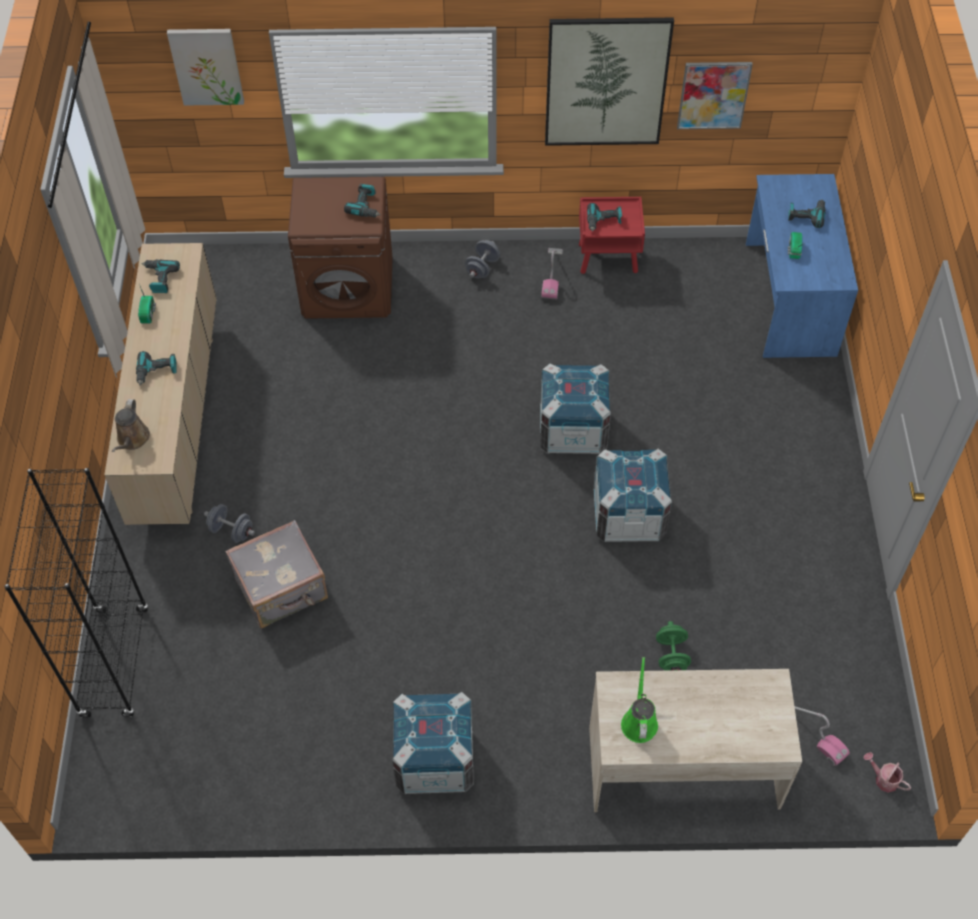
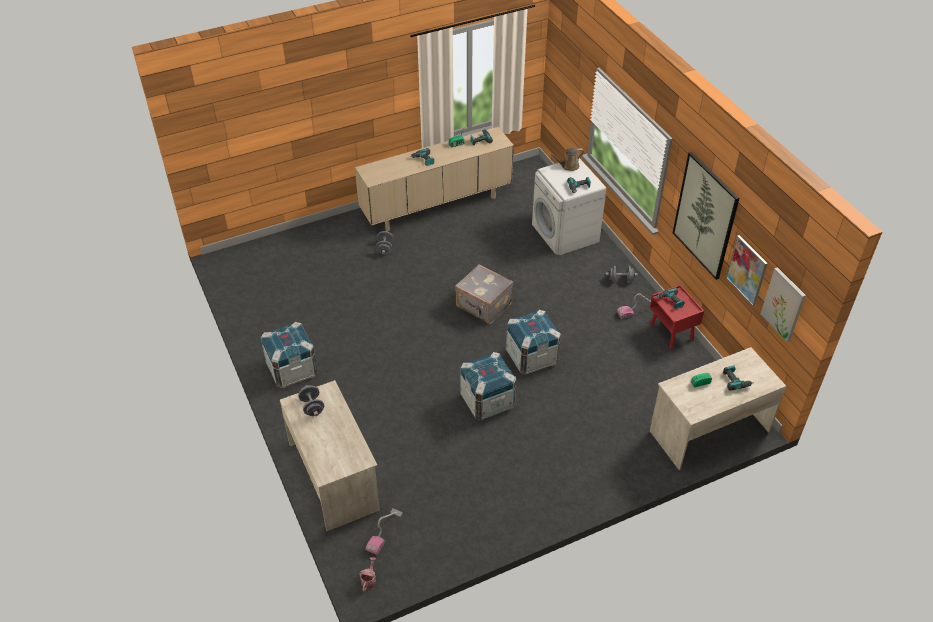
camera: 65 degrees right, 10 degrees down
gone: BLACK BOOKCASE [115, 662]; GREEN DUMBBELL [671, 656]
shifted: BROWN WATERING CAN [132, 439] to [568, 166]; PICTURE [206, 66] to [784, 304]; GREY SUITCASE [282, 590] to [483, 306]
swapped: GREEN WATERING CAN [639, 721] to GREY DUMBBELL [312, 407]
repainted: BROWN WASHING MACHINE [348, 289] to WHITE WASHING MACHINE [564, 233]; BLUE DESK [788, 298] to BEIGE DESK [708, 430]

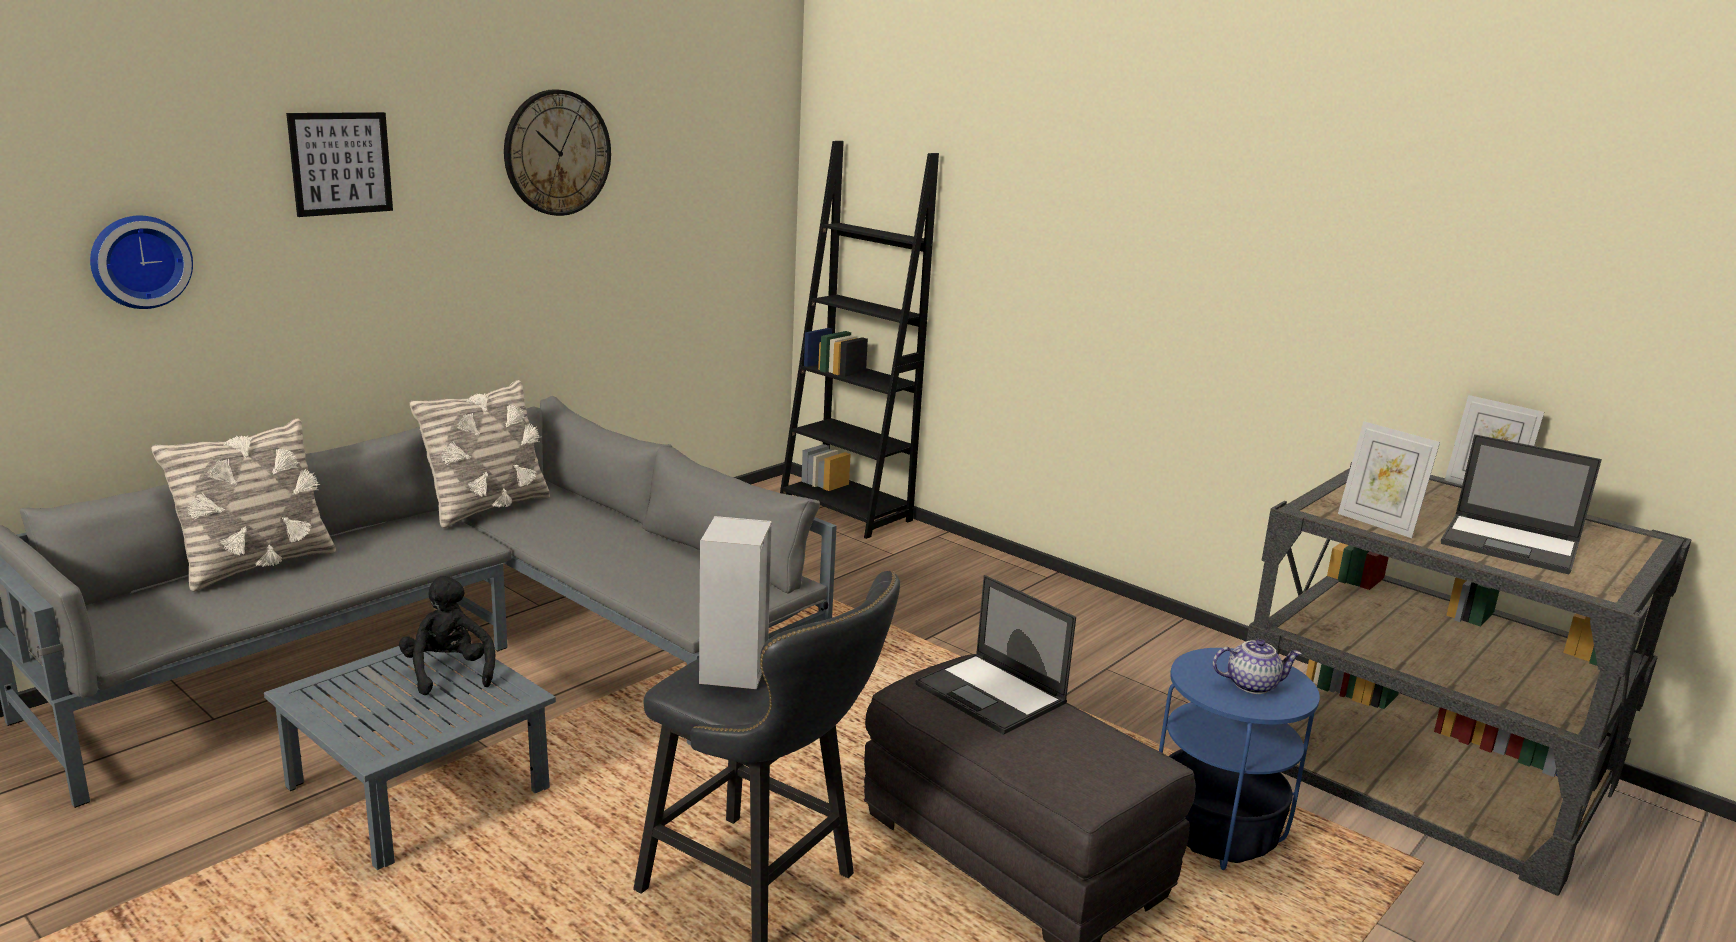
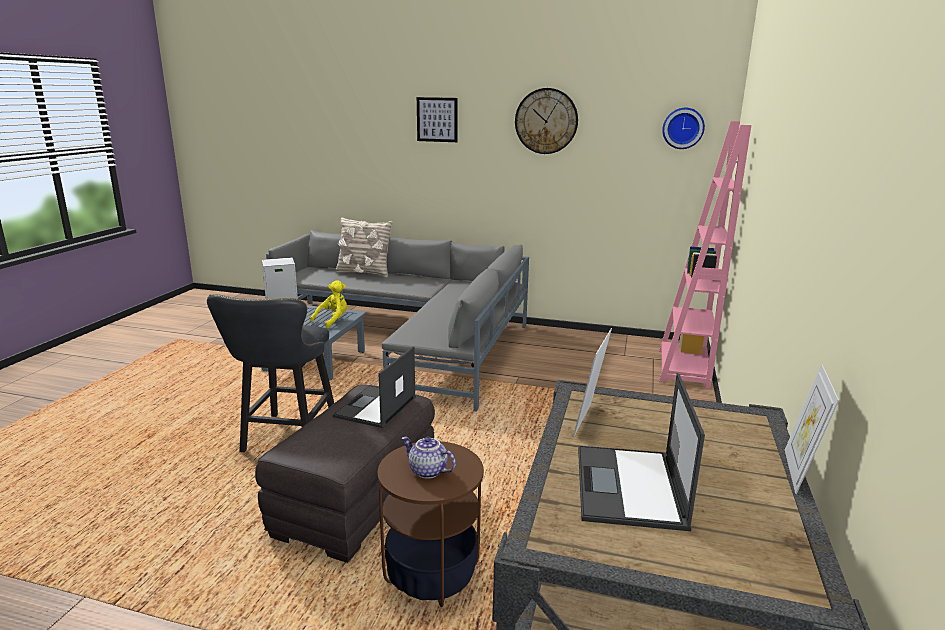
camera: 65 degrees right, 0 degrees up
gone: BEIGE PILLOW [488, 508]
shifted: WALL CLOCK [139, 261] to [683, 128]
repainted: BLACK PLUSH TOY [449, 672] to YELLOW PLUSH TOY [333, 320]; BLACK BOOKCASE [845, 512] to PINK BOOKCASE [683, 368]; BLUE SIDE TABLE [1217, 835] to BROWN SIDE TABLE [432, 576]
rotated: TEAPOT [1252, 685] = [427, 471] 150 degrees clockwise

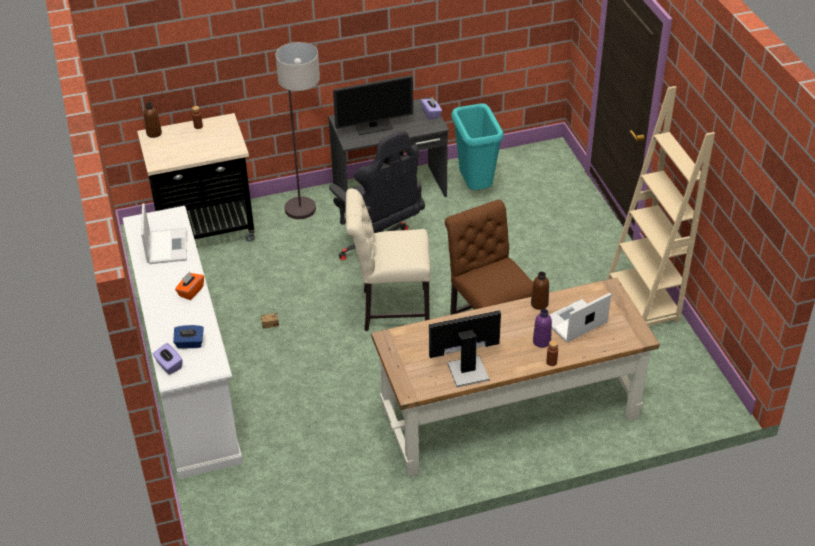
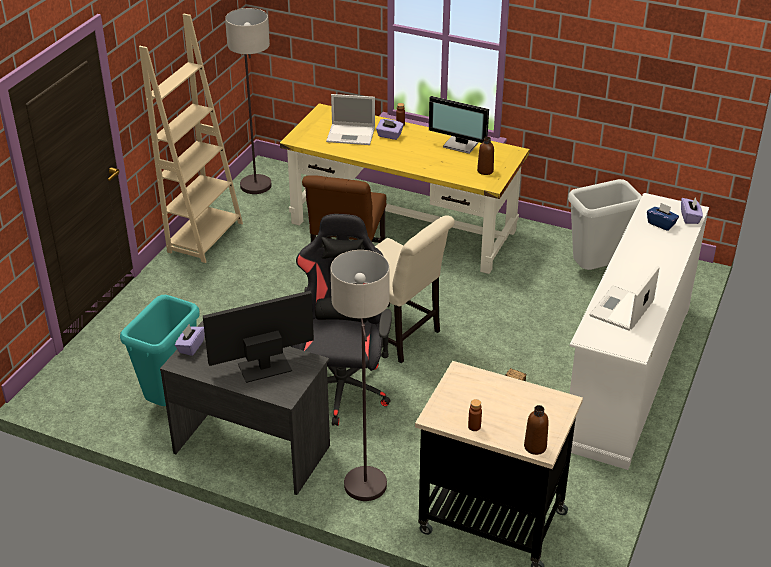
camera: 140 degrees left, 5 degrees down
gone: ORANGE TISSUE BOX [190, 291]
new: GREY FLOOR LAMP [258, 190]; GREY TRASH CAN [595, 271]
shifted: BROWN BOTTLE [539, 304] to [485, 171]
swapped: PURPLE BOTTLE [541, 341] to PURPLE TISSUE BOX [389, 136]
repainted: BROWN DESK [509, 414] to YELLOW DESK [404, 227]
rotated: MONITOR [373, 126] = [264, 367] 45 degrees counterclockwise

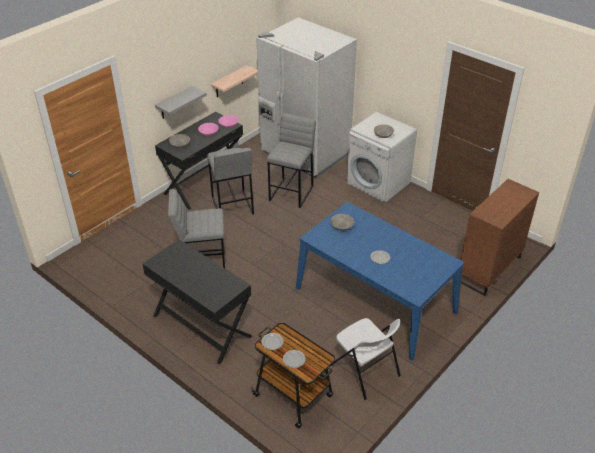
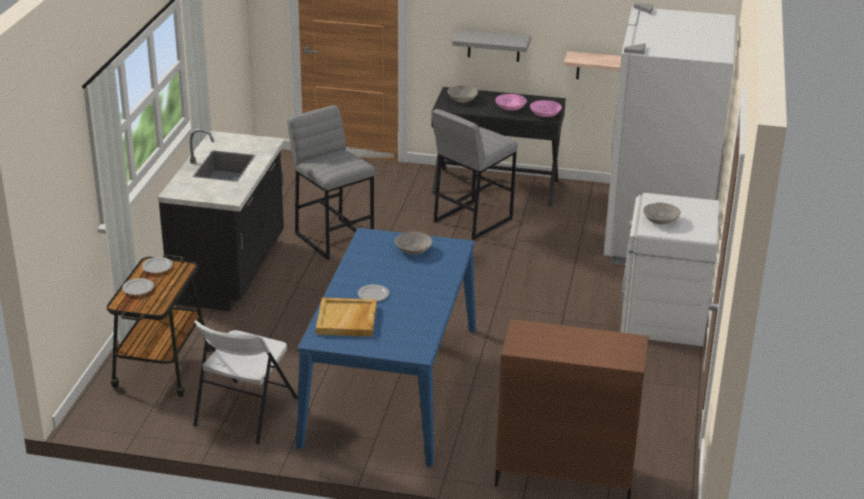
camera: 60 degrees right, 10 degrees down
gone: GREY STOOL [291, 192]
new: BEIGE TRAY [347, 320]
swapped: BLACK DESK [201, 326] to BLACK COUNTER [231, 270]

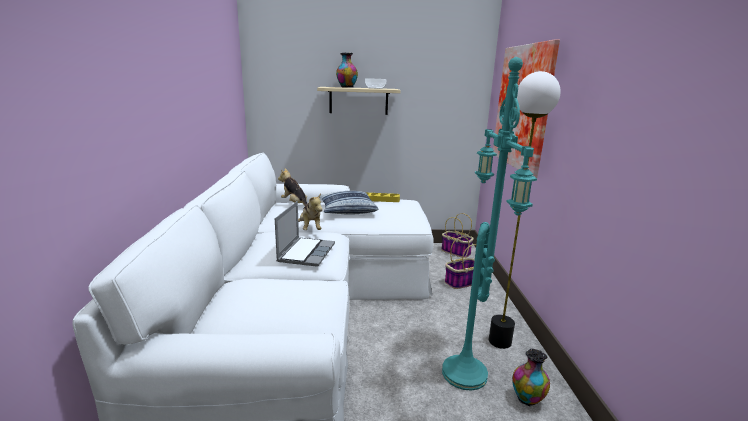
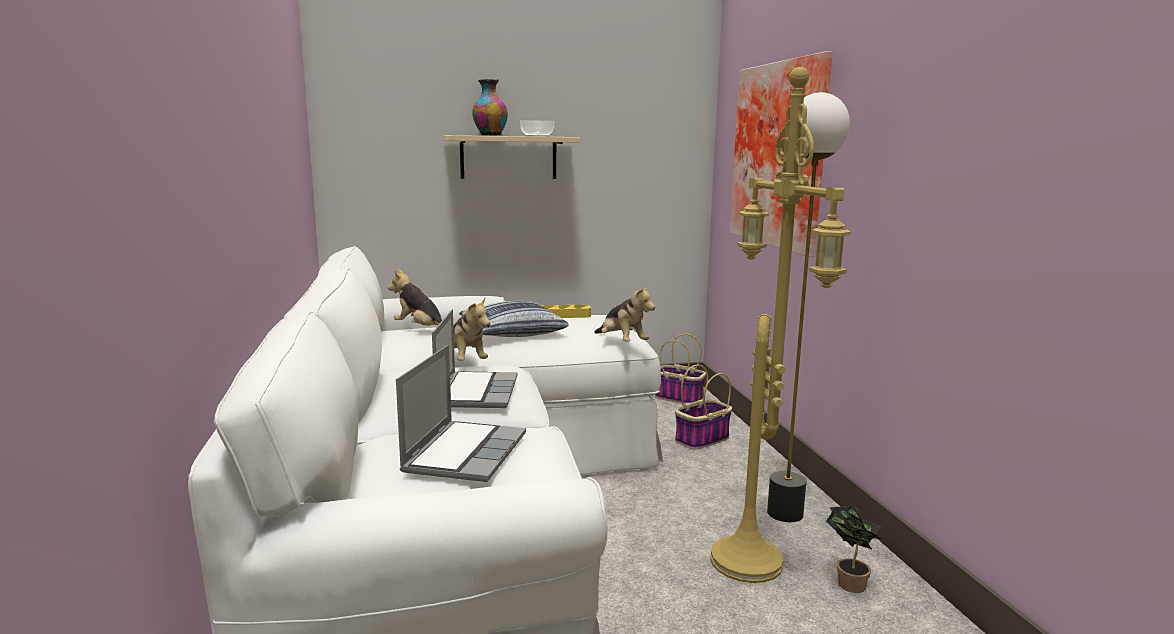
camera: 10 degrees left, 5 degrees down
new: LAPTOP [465, 452]; PLUSH TOY [622, 342]
swapped: VASE [527, 398] to POTTED PLANT [848, 582]
repainted: TURQUOISE FLOOR LAMP [468, 375] to YELLOW FLOOR LAMP [752, 563]

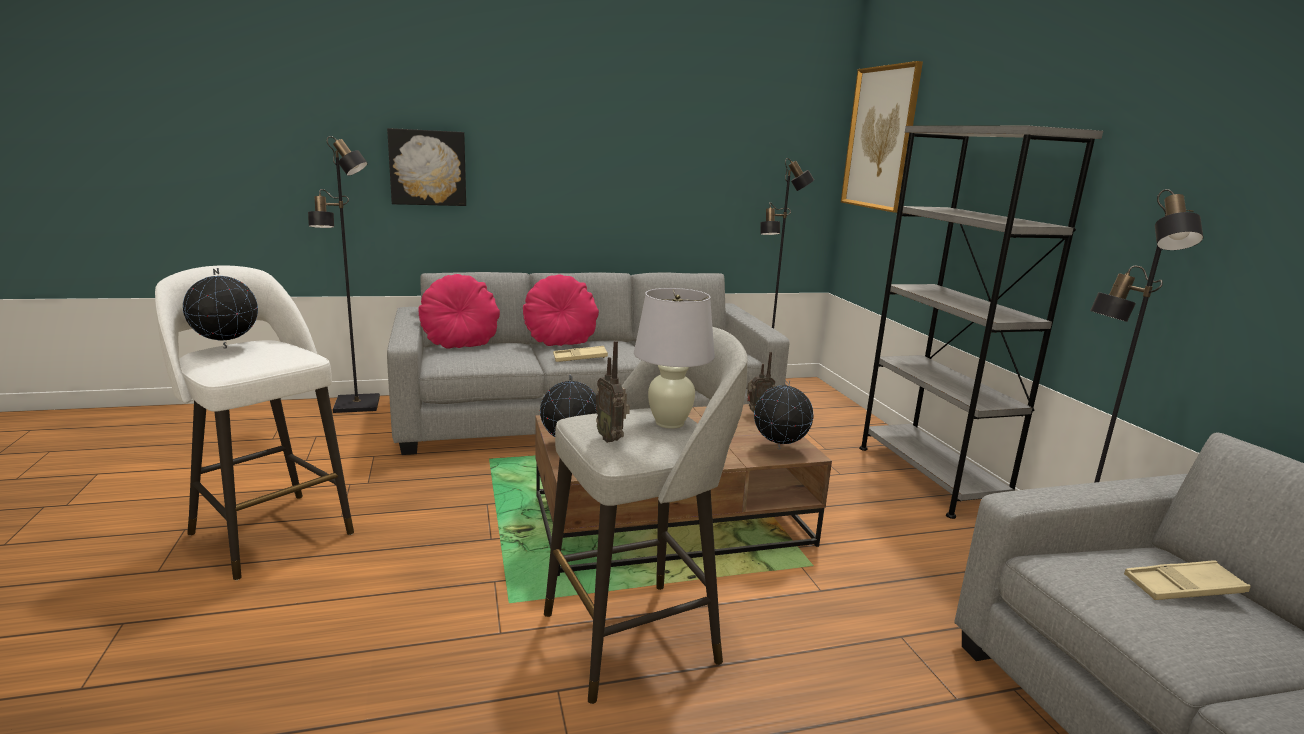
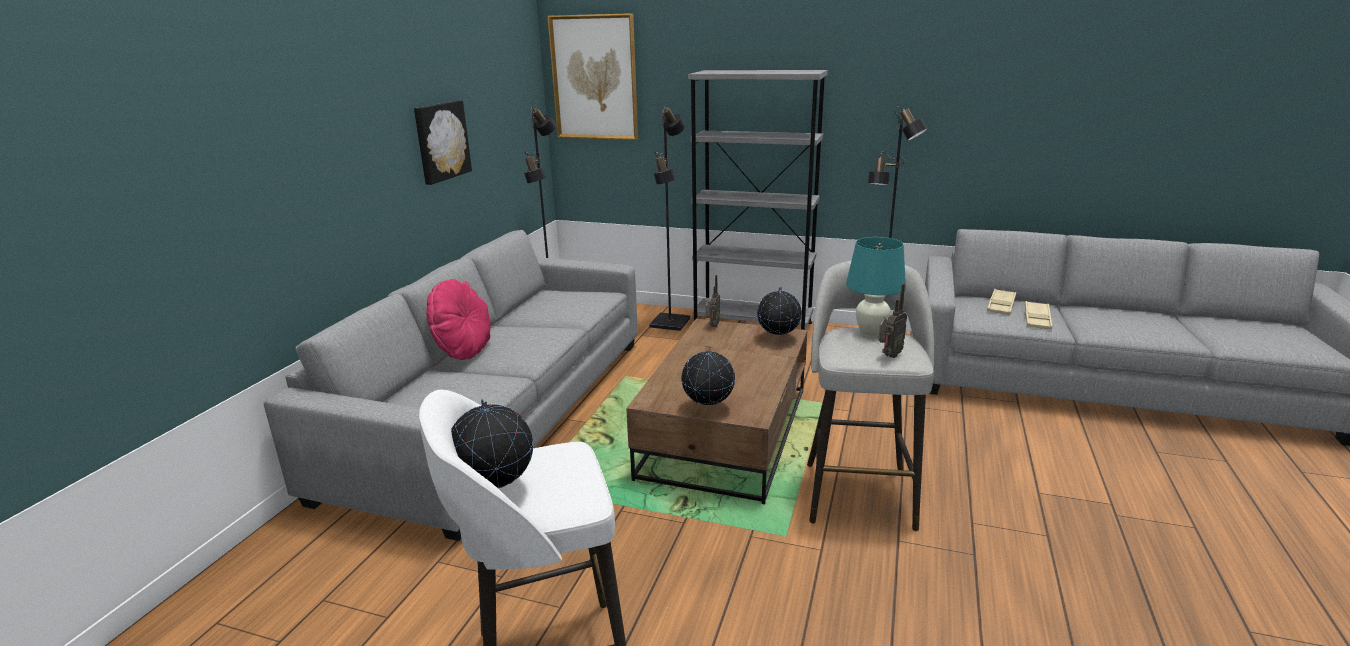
camera: 55 degrees left, 5 degrees up
gone: PINK PILLOW [460, 345]
shifted: BLACK FLOOR LAMP [356, 404] to [670, 323]; PICTURE [428, 167] to [441, 141]; BEIGE TRAY [580, 358] to [1037, 319]
repainted: WHITE TABLE LAMP [669, 423] to TURQUOISE TABLE LAMP [870, 333]
rotated: RADIO [611, 438] = [888, 356] 45 degrees counterclockwise

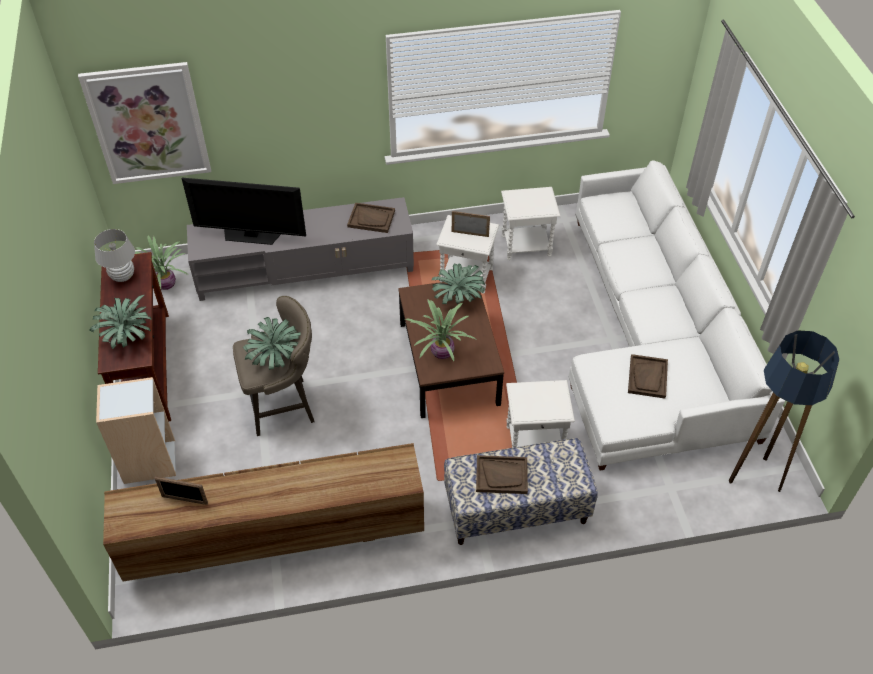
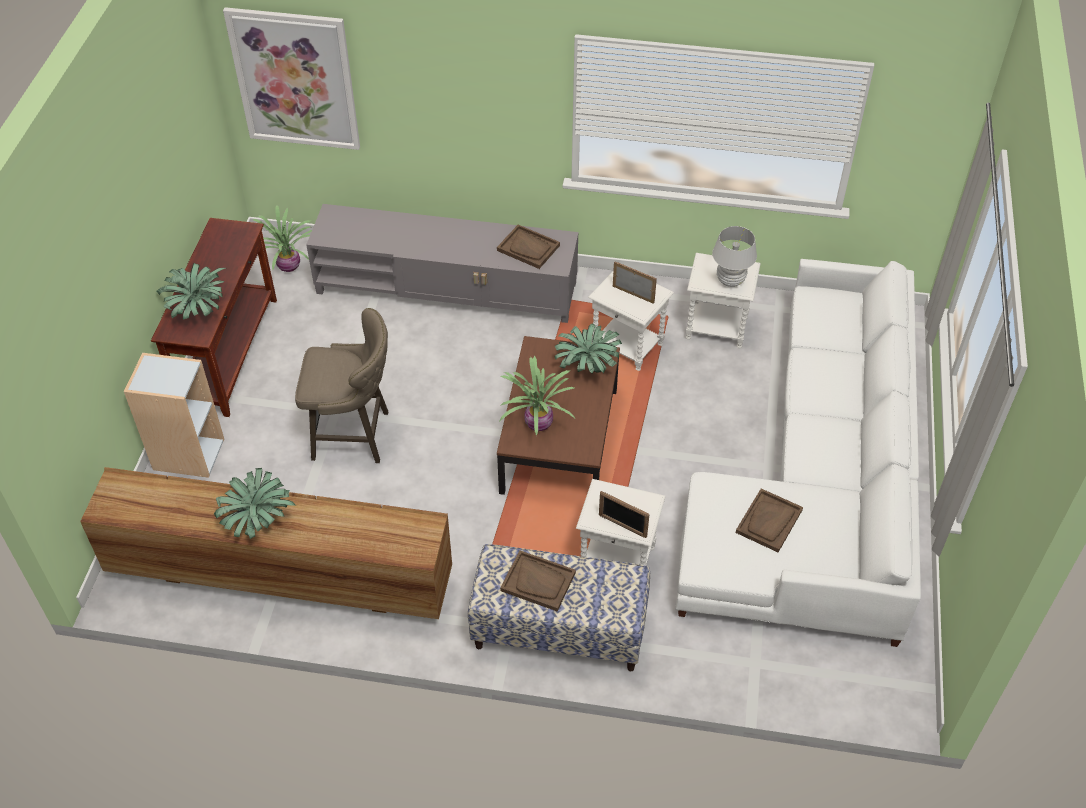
camera: 20 degrees right, 0 degrees up
gone: TELEVISION [251, 235]; FLOOR LAMP [753, 477]
shifted: WHITE TABLE LAMP [123, 276] to [730, 281]; PICTURE FRAME [184, 500] to [622, 526]; POTTED PLANT [275, 357] to [257, 520]

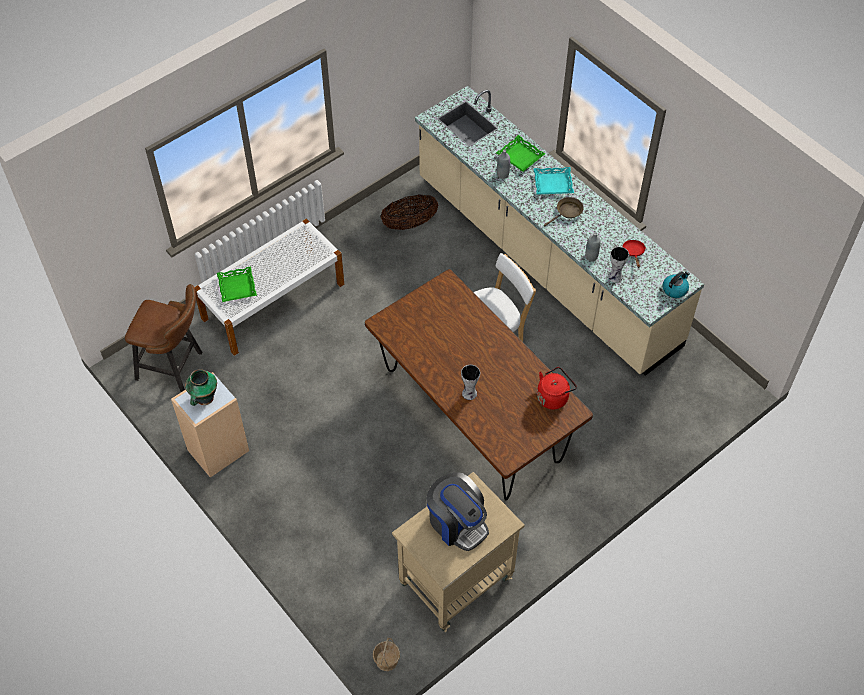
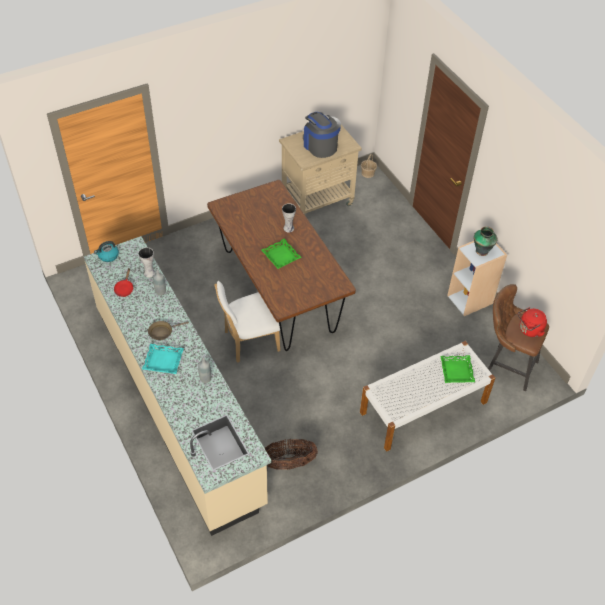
camera: 170 degrees left, 5 degrees down
shifted: GREEN TRAY [520, 156] to [281, 256]; RED KETTLE [554, 396] to [529, 330]

